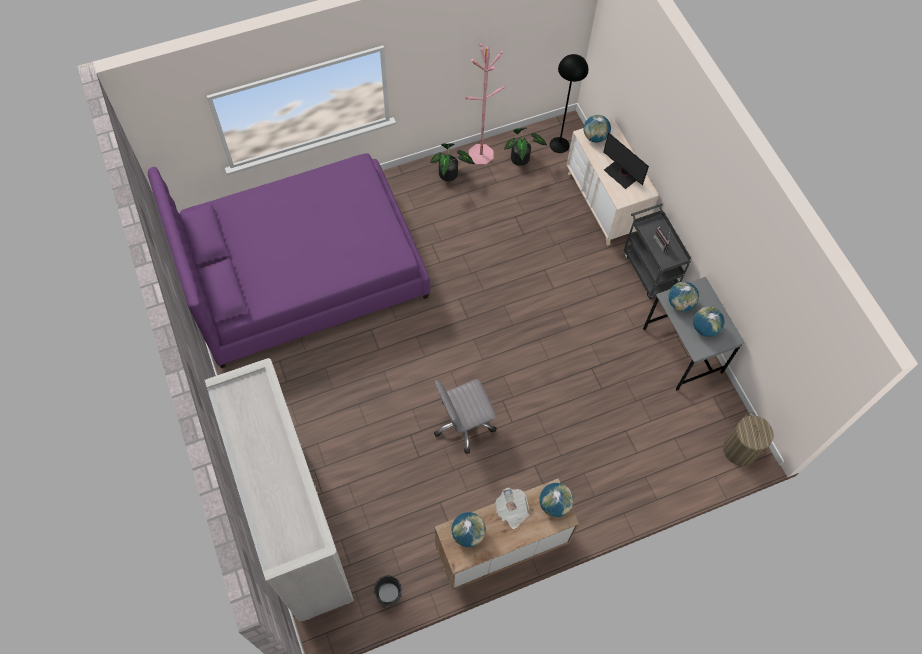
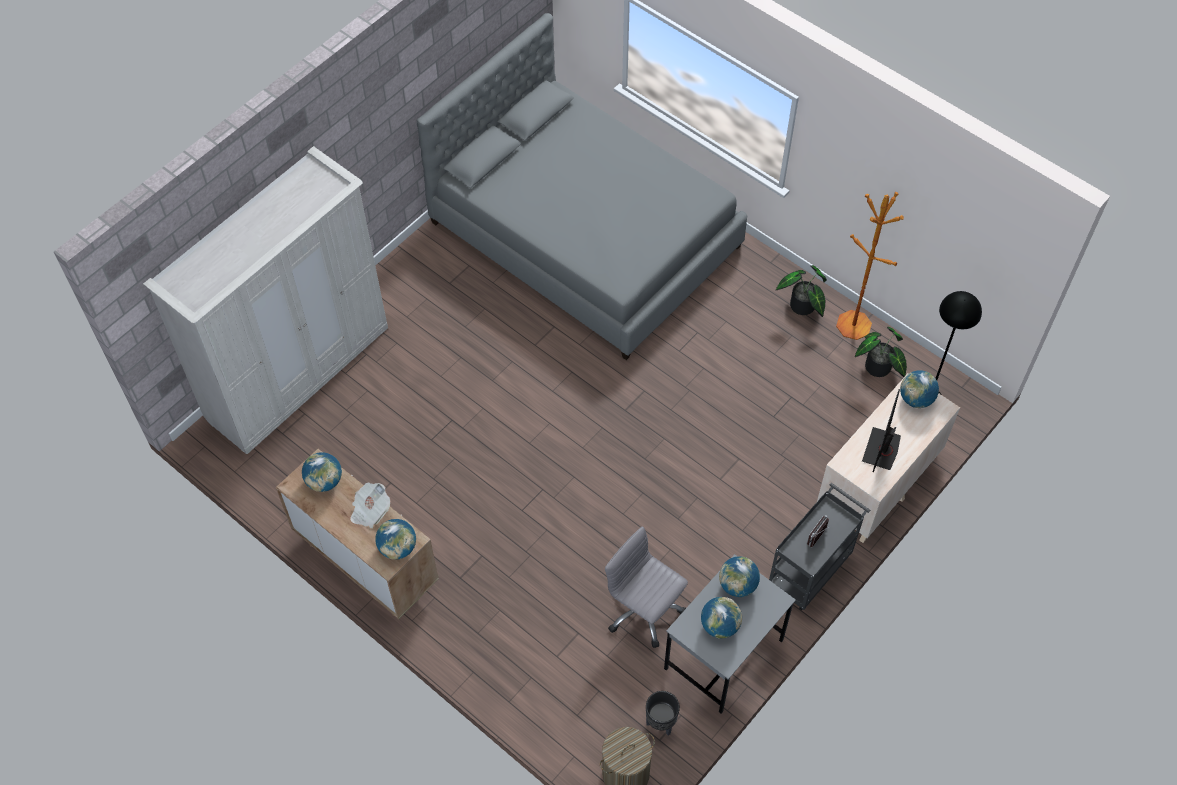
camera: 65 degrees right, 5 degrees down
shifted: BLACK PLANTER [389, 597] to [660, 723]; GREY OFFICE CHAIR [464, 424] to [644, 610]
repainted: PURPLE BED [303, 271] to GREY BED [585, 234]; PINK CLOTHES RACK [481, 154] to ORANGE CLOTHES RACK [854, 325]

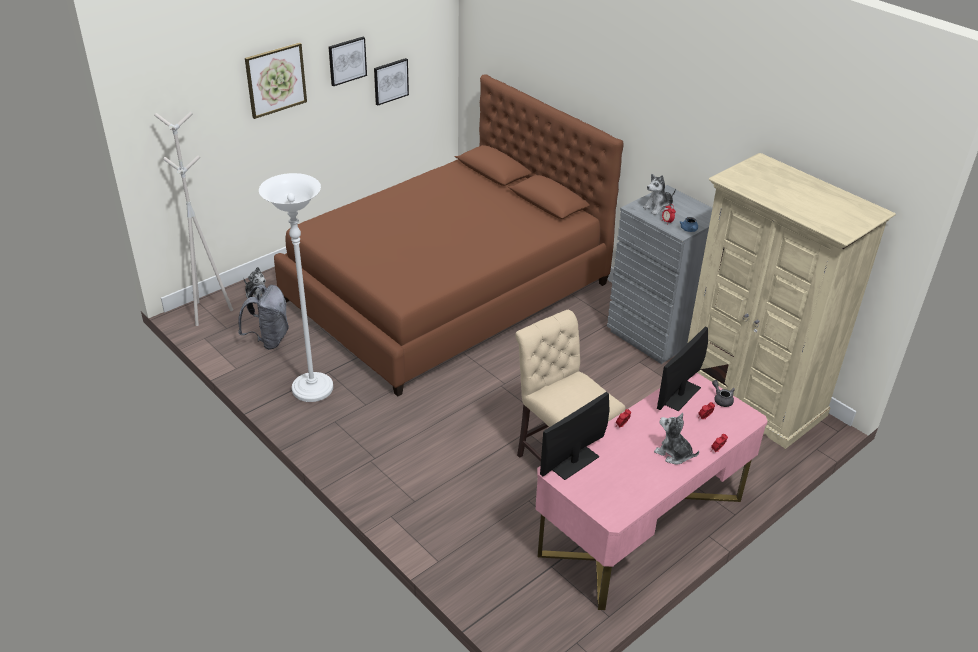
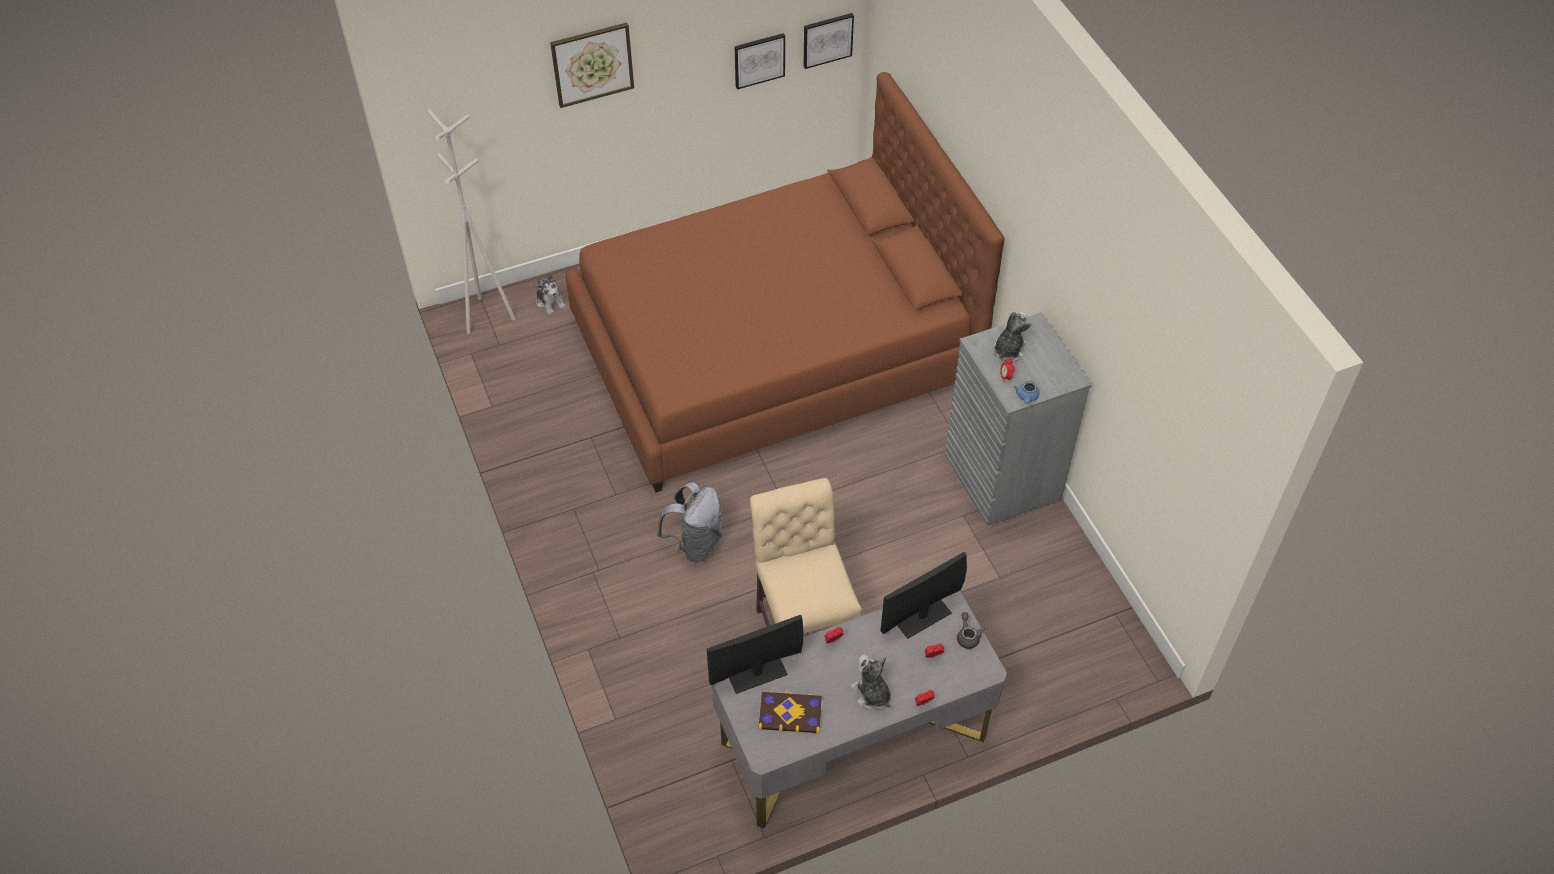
camera: 20 degrees right, 15 degrees up
gone: WHITE FLOOR LAMP [312, 389]; BEIGE WARDROBE [751, 397]
new: BOOK [790, 713]
shifted: GREY BACKPACK [269, 339] to [695, 543]; PICTURE [347, 60] to [827, 39]
repainted: PINK DESK [641, 525] to GREY DESK [853, 740]
rotated: PLUSH TOY [658, 207] = [1008, 350] 135 degrees clockwise

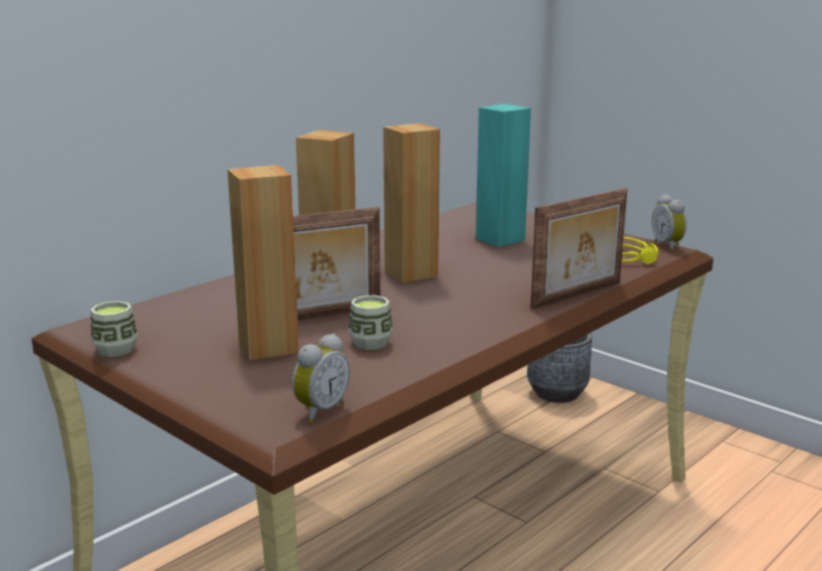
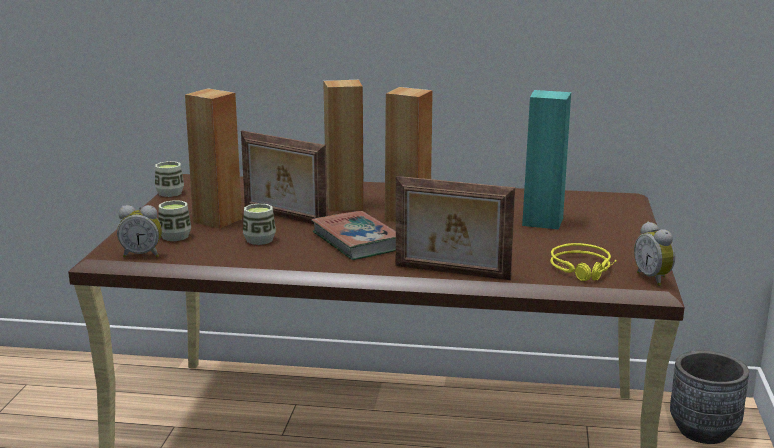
camera: 55 degrees right, 0 degrees up
new: CUP [175, 236]; BOOK [358, 241]
rotated: ALARM CLOCK [669, 246] = [654, 278] 60 degrees counterclockwise

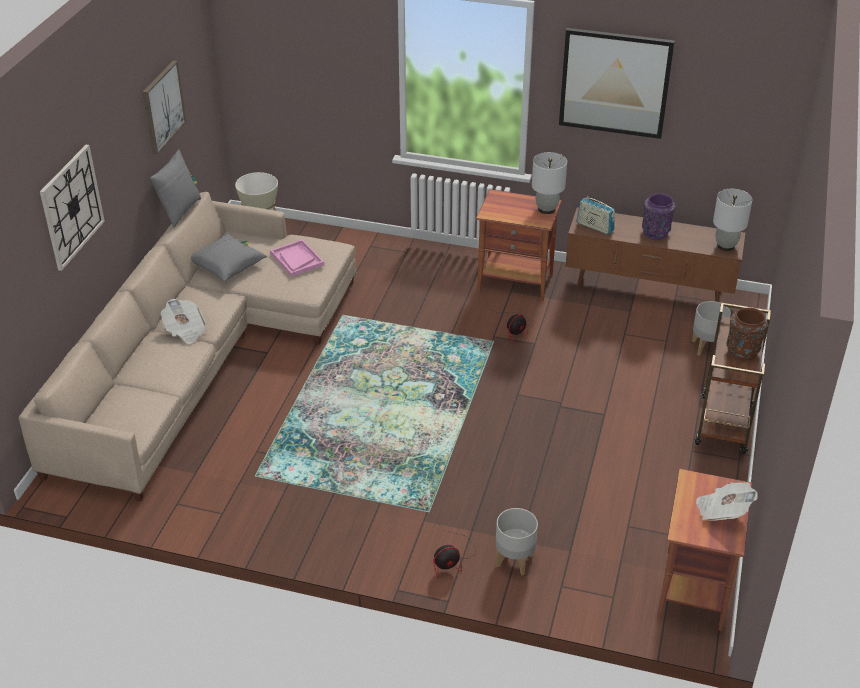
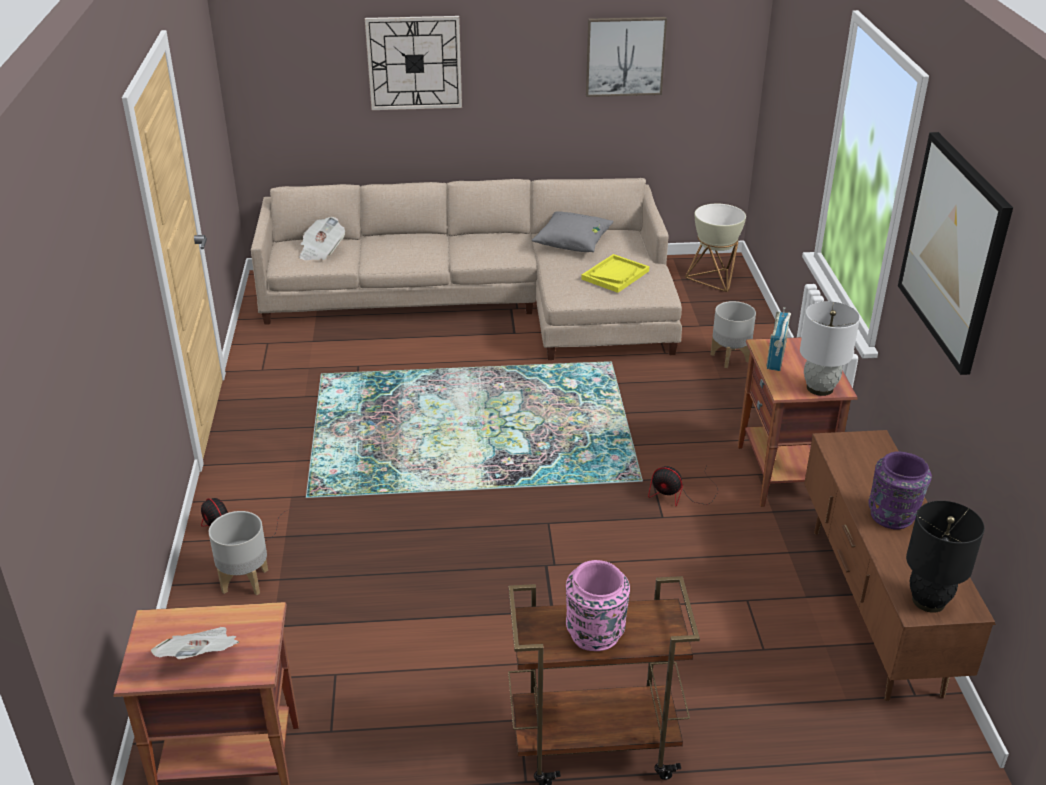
camera: 70 degrees right, 5 degrees down
gone: GREY PILLOW [180, 211]
shifted: NEWSPAPER [185, 330] to [321, 251]; RADIO [595, 227] to [776, 357]; GREY PLANTER [707, 347] to [730, 358]
repainted: PINK TRAY [297, 259] to YELLOW TRAY [615, 275]; WHITE TABLE LAMP [726, 246] to BLACK TABLE LAMP [928, 601]; BROWN VASE [742, 351] to PINK VASE [595, 635]

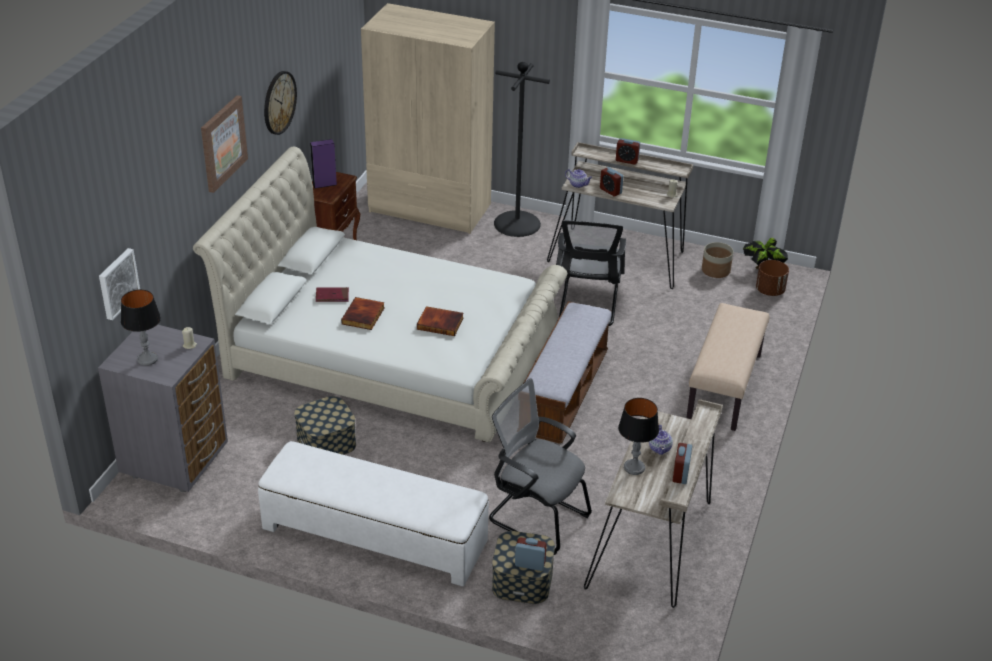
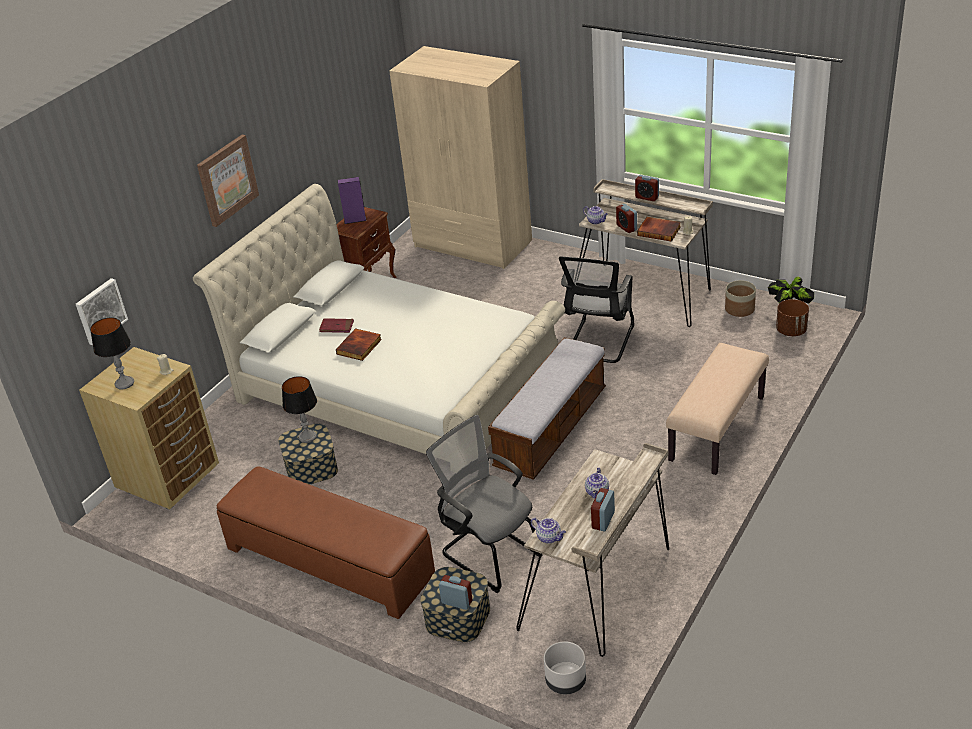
camera: 15 degrees right, 0 degrees up
gone: WALL CLOCK [279, 102]; BLACK CLOTHES RACK [517, 224]
new: TEAPOT [549, 537]; GREY PLANTER [565, 681]
shifted: BOOK [440, 323] to [659, 231]; TABLE LAMP [634, 468] to [307, 437]
repainted: GREY DRESSER [176, 463] to BROWN DRESSER [170, 481]; WHITE BENCH [373, 534] to BROWN BENCH [328, 561]

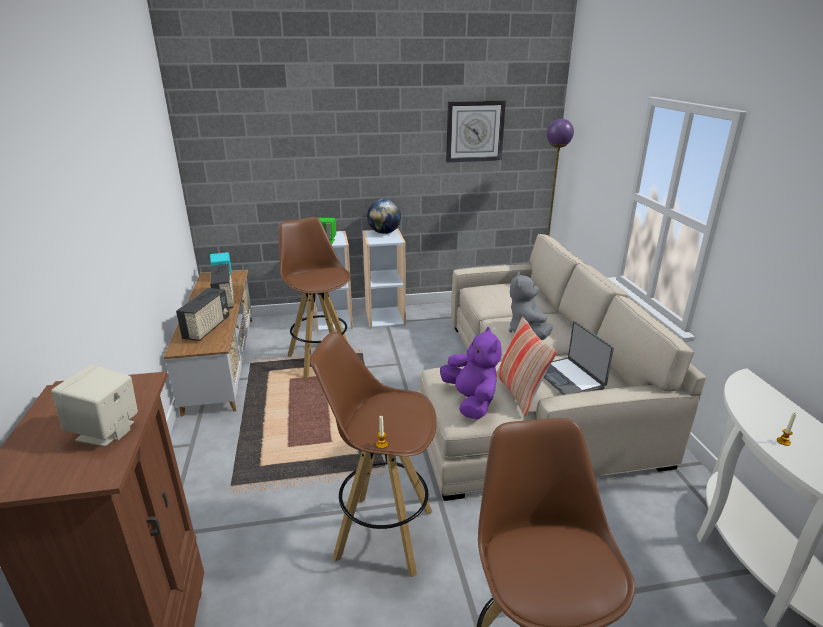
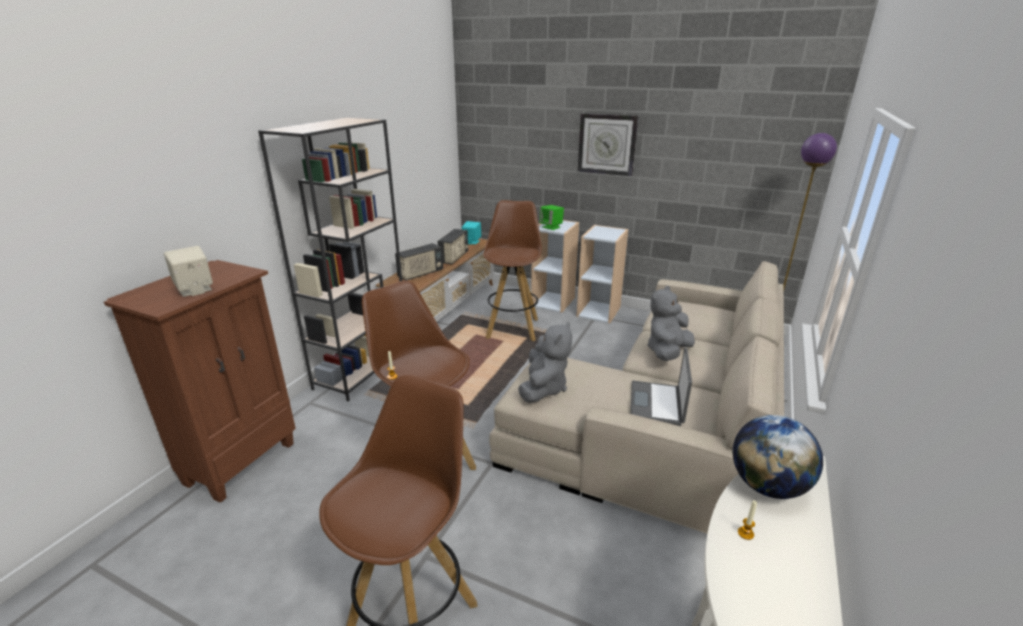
camera: 35 degrees right, 0 degrees up
gone: PILLOW [519, 393]
new: BOOKCASE [363, 369]
shifted: GLOBE [384, 233] to [767, 486]; WALL CLOCK [474, 131] to [607, 144]
repainted: PURPLE PLUSH TOY [471, 401] to GREY PLUSH TOY [543, 388]

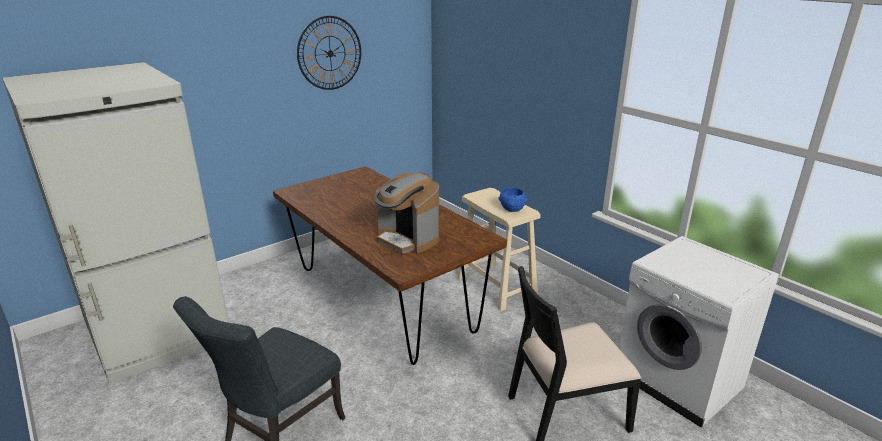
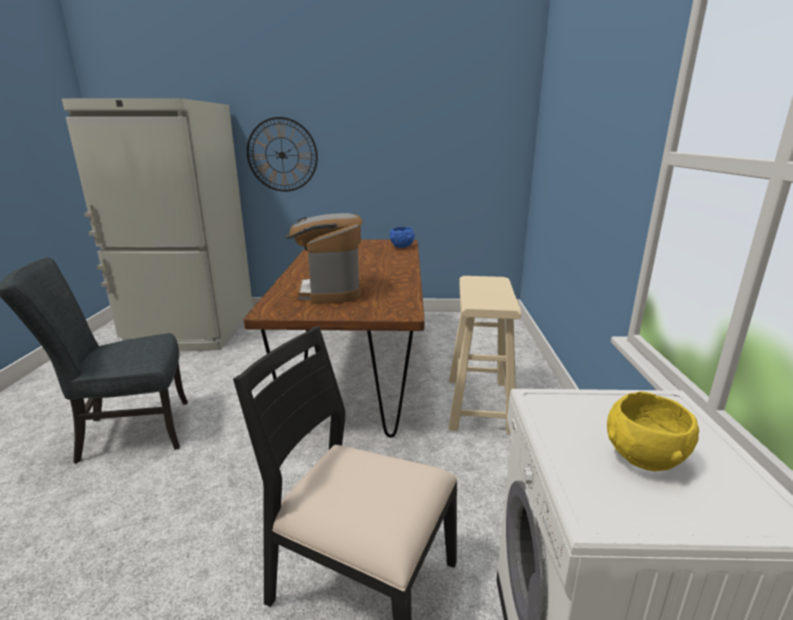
camera: 40 degrees right, 5 degrees down
new: YELLOW BOWL [642, 459]
shifted: WALL CLOCK [330, 53] to [282, 155]; BLUE BOWL [512, 209] to [402, 247]

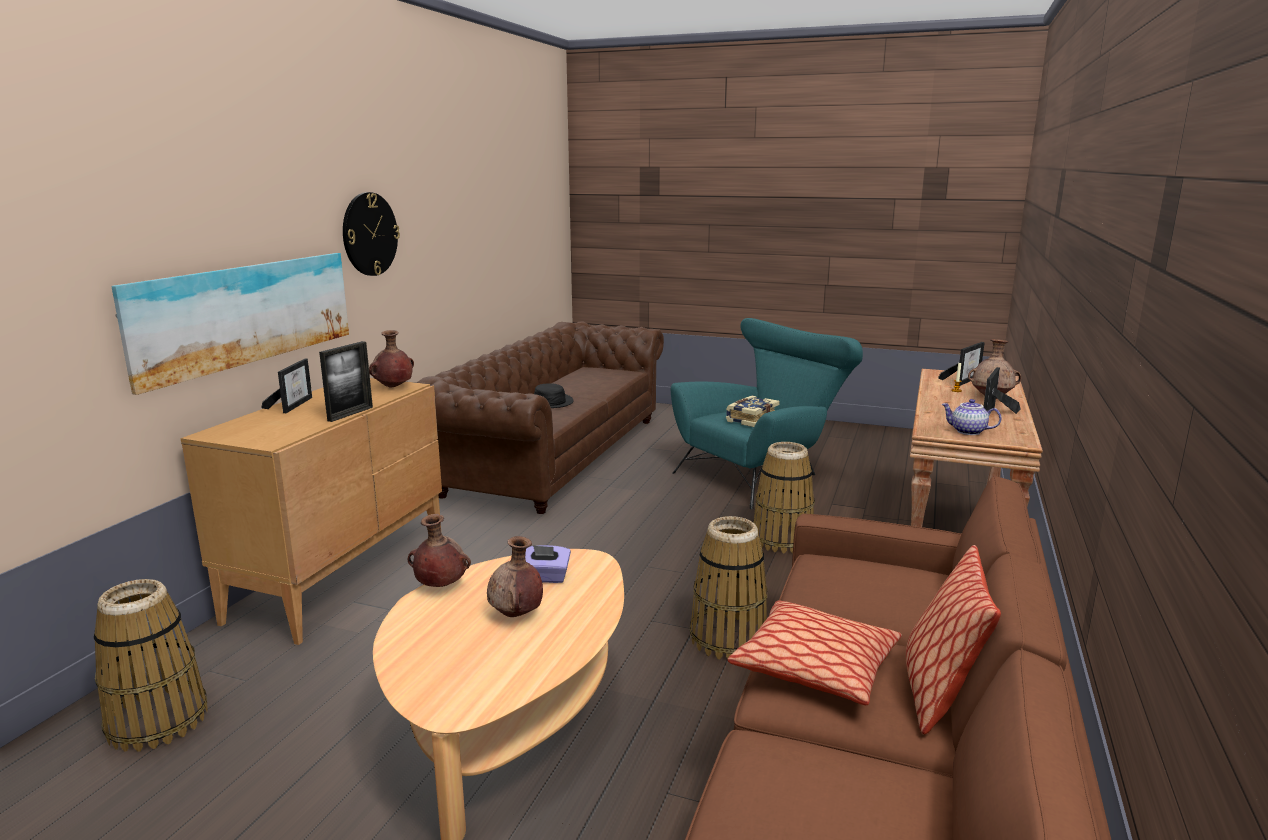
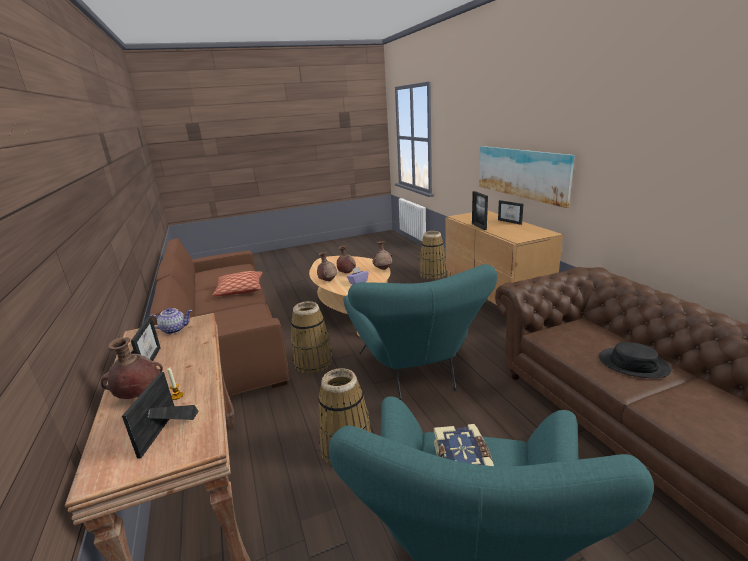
camera: 140 degrees right, 5 degrees up
gone: WALL CLOCK [369, 234]; PILLOW [939, 694]
new: TURQUOISE ARMCHAIR [415, 373]
shifted: BROWN VASE [393, 387] to [328, 280]

